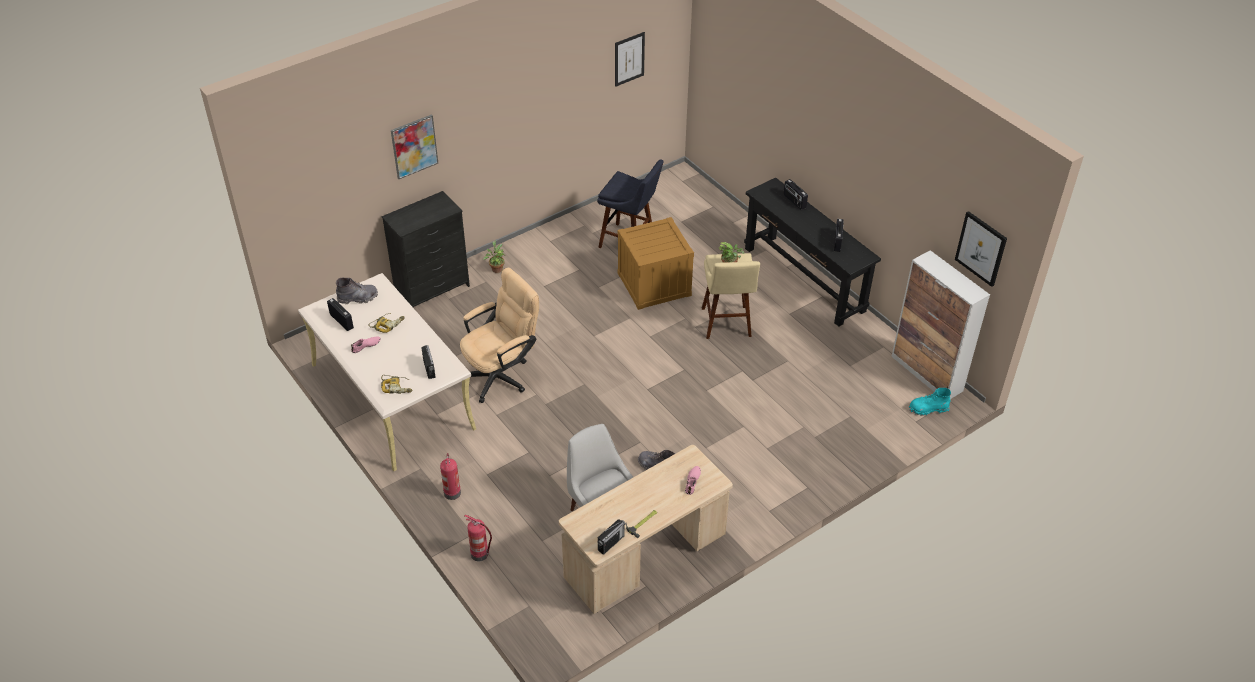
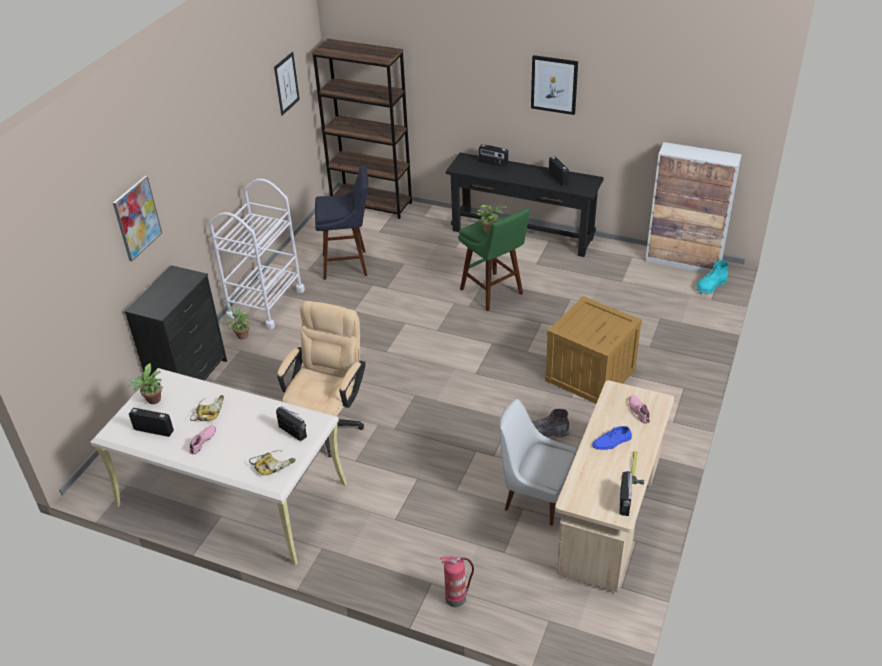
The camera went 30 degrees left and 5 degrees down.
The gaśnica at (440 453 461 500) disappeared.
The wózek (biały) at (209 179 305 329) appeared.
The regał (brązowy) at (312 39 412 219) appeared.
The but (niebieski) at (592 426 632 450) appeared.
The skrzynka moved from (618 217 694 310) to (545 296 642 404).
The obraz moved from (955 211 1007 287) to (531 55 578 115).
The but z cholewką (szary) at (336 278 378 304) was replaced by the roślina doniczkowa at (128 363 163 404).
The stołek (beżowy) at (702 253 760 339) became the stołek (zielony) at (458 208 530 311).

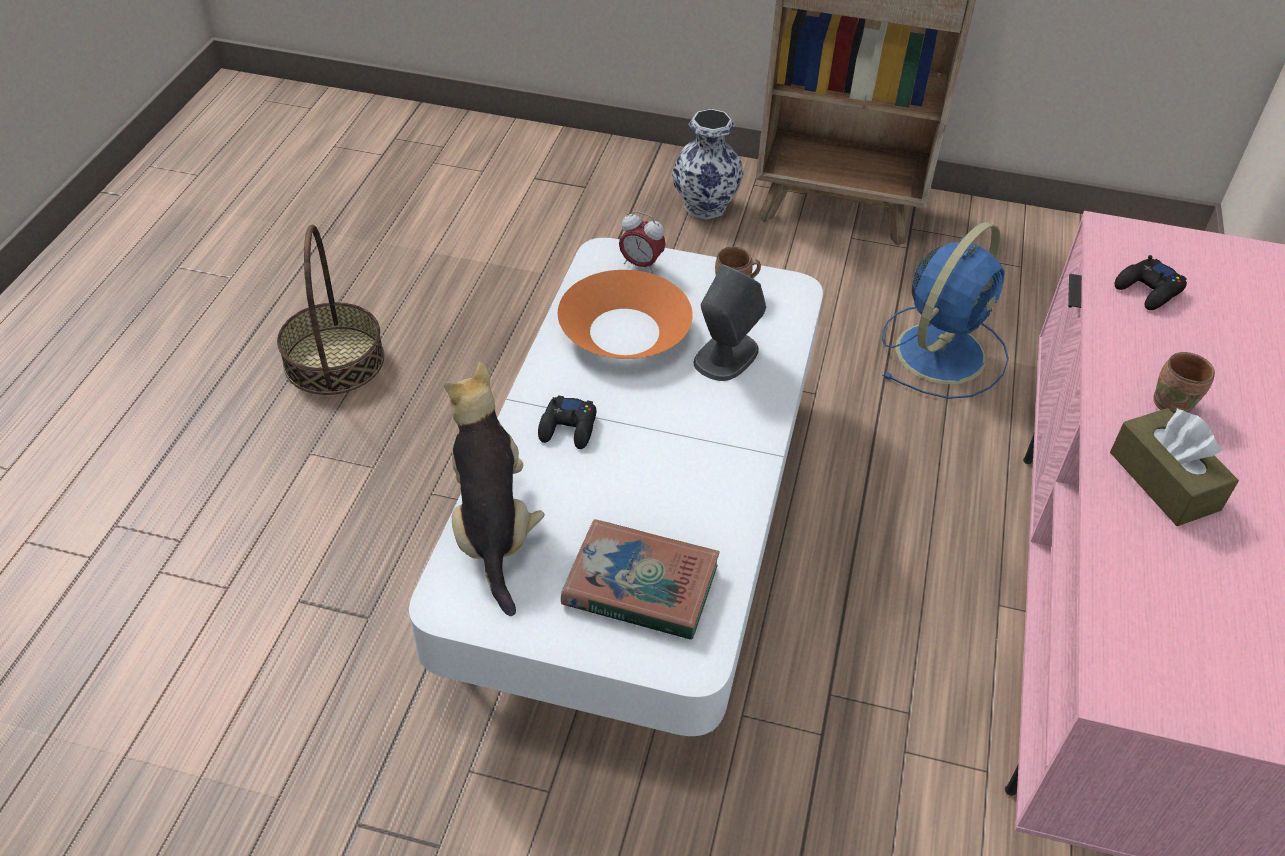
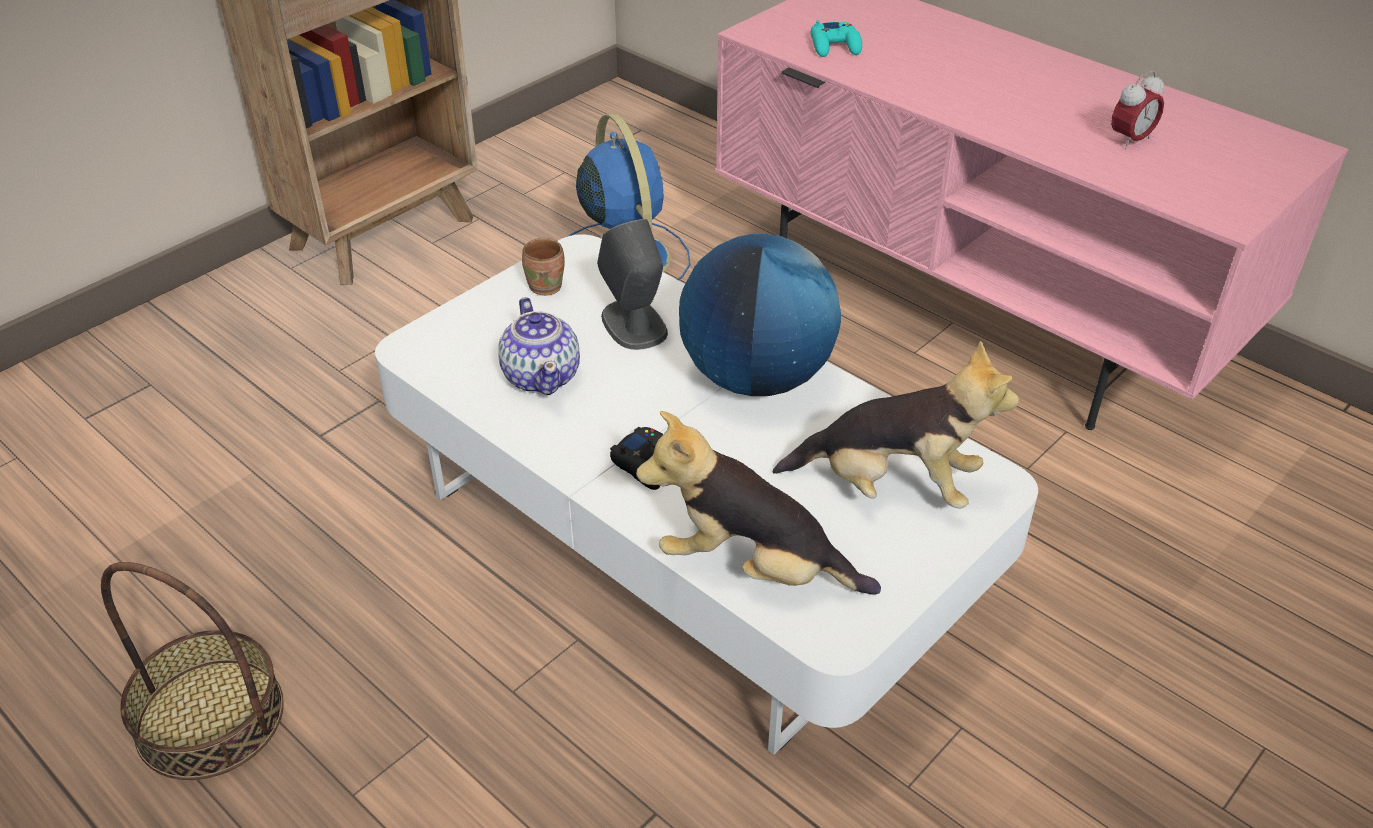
The camera went 60 degrees left and 5 degrees down.
The wazon at (672 109 744 220) disappeared.
The pudełko chusteczek (brązowy) at (1110 408 1239 526) disappeared.
The kubek (brązowy) at (1153 352 1215 414) disappeared.
The globus at (679 234 841 396) appeared.
The budzik moved from (619 211 666 273) to (1111 71 1164 150).
The miska (pomarańczowy) at (558 270 693 359) was replaced by the imbryk at (498 297 580 395).
The książka at (561 519 720 640) was replaced by the pluszak at (773 340 1019 509).
The pad do gier (czarny) at (1114 255 1187 310) became the pad do gier (turkusowy) at (811 20 862 57).

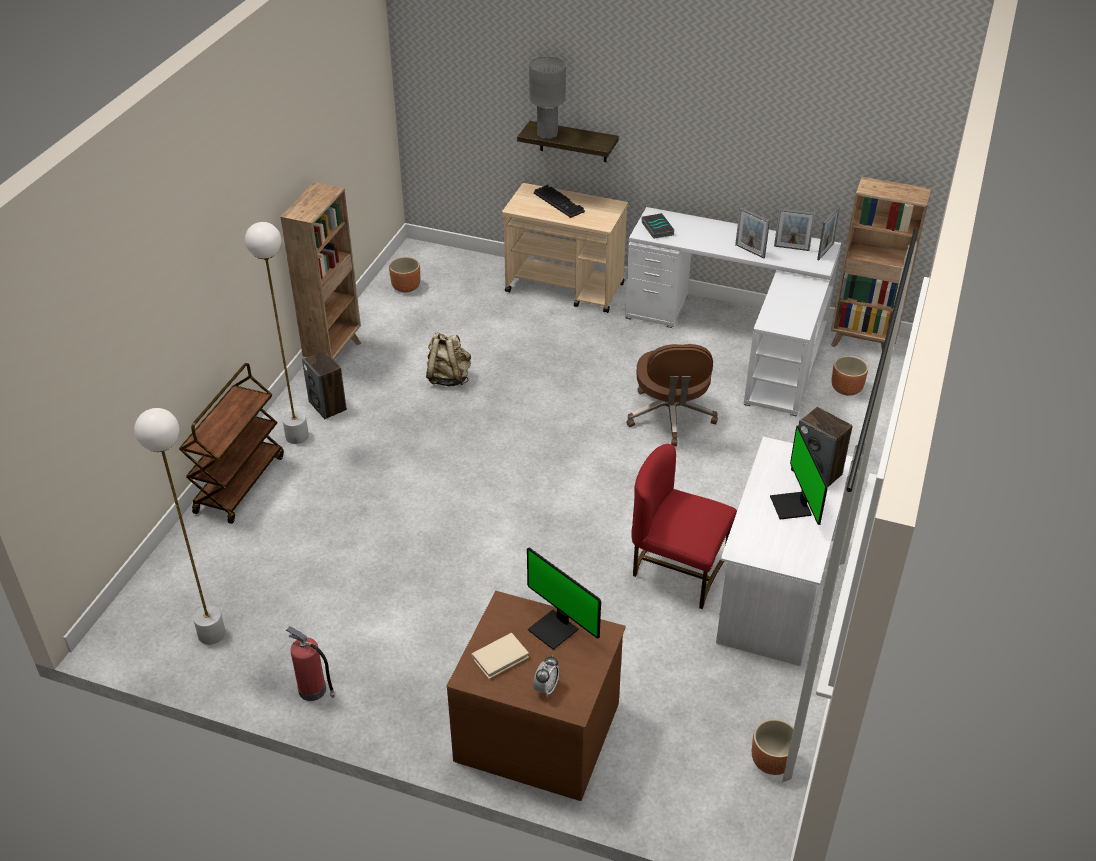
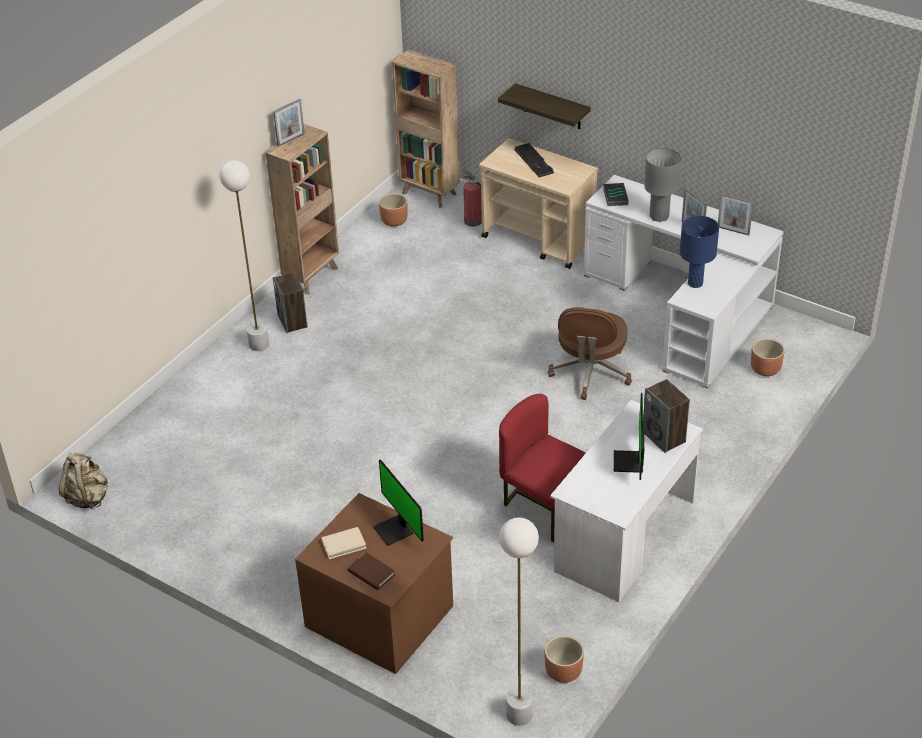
The camera went 15 degrees right and 0 degrees up.
The wózek (brązowy) at (179 363 284 524) disappeared.
The lampa stołowa (niebieski) at (680 216 719 288) appeared.
The lampa stojąca (biały) moved from (134 408 226 645) to (499 517 539 726).
The gaśnica moved from (286 626 335 701) to (462 170 482 227).
The plecak (beżowy) moved from (426 332 471 386) to (59 452 108 510).
The lampa stołowa (szary) moved from (529 56 566 139) to (644 148 681 222).
The ramka na zdjęcie moved from (817 207 840 260) to (273 99 305 147).
The regał (brązowy) moved from (831 177 931 350) to (392 50 460 208).
The budzik at (533 656 560 696) was replaced by the książka (brązowy) at (348 552 395 590).

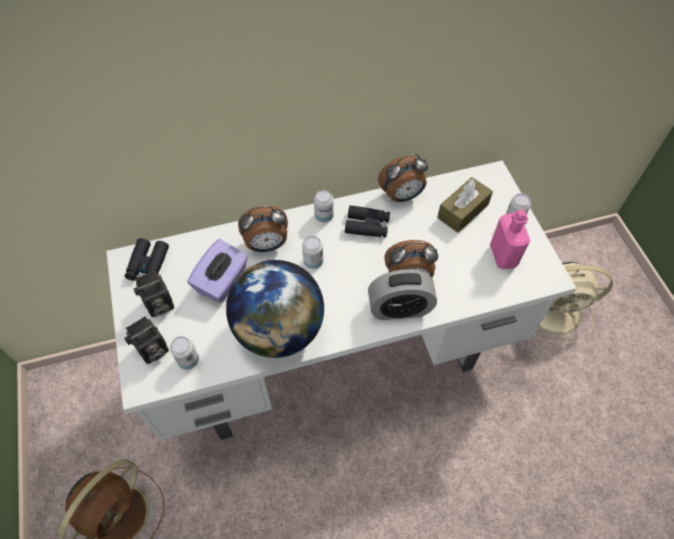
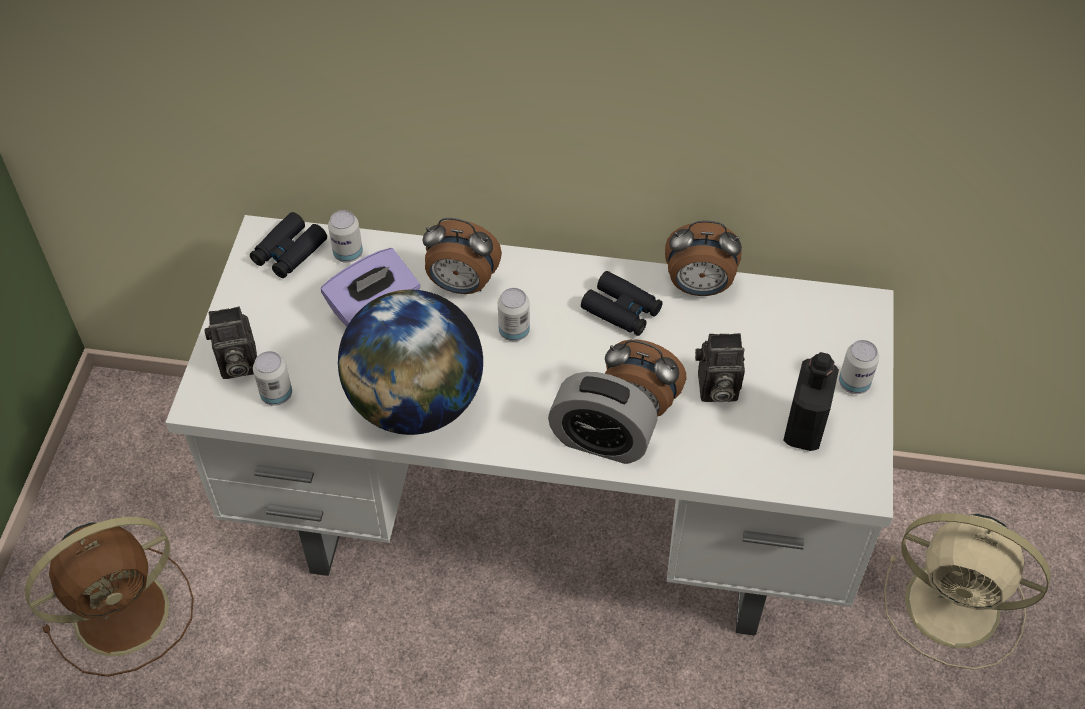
The camera went 25 degrees right and 5 degrees down.
The pudełko chusteczek (brązowy) at (437 177 493 233) disappeared.
The aparat fotograficzny moved from (134 271 174 317) to (695 333 745 402).
The puszka moved from (314 190 334 222) to (328 210 363 263).
The butelka (różowy) at (490 209 530 269) became the butelka (czarny) at (783 352 839 451).

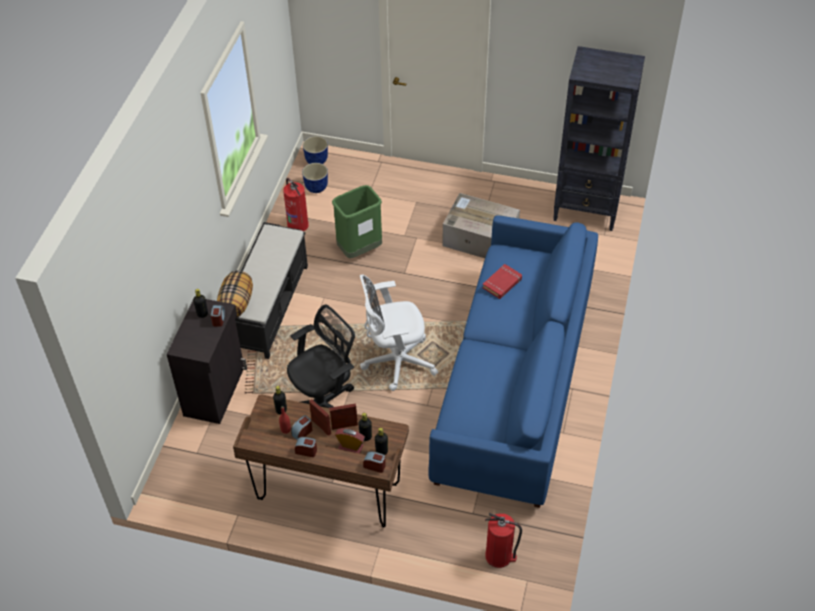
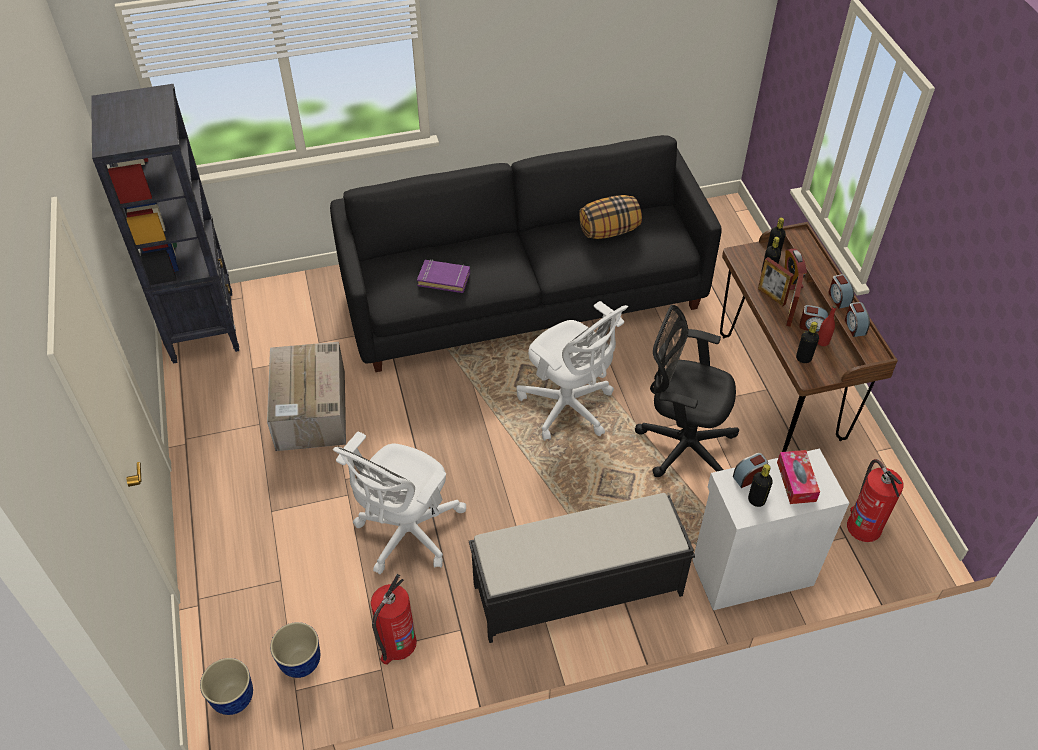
The camera went 120 degrees left and 0 degrees up.
The pudełko chusteczek at (777 450 820 504) appeared.
The poduszka moved from (217 271 253 318) to (579 195 642 239).
The budzik moved from (363 451 386 473) to (845 302 870 337).
The gaśnica moved from (485 513 522 568) to (847 459 904 542).
The kosz na śmieci (zielony) at (332 185 382 258) was replaced by the krzesło biurowe (biały) at (333 432 466 574).
The szafka (czarny) at (166 299 247 424) became the szafka (biały) at (693 449 849 610).
The kanapa (niebieski) at (428 215 598 508) became the kanapa (czarny) at (330 135 722 372).
The książka (czerwony) at (482 264 522 299) became the książka (fioletowy) at (417 260 470 293).

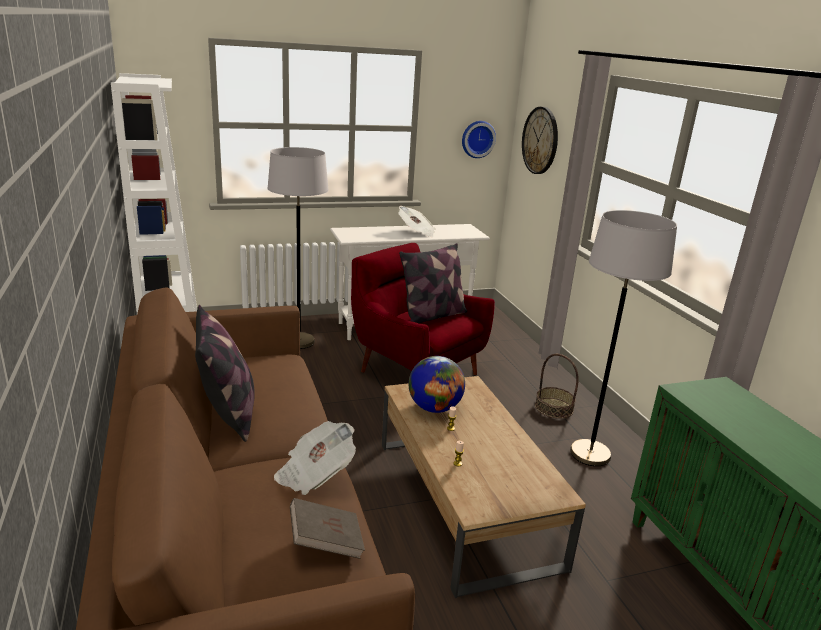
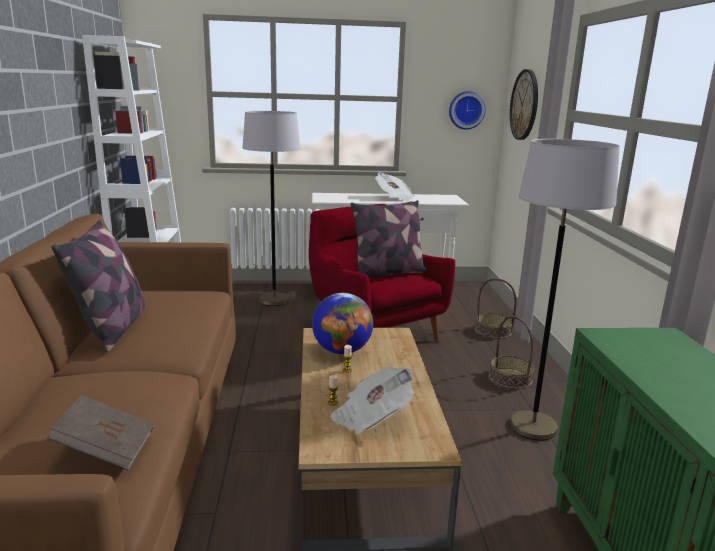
The camera went 15 degrees right and 5 degrees down.
The koszyk at (476 278 517 339) appeared.
The gazeta moved from (274 421 356 495) to (331 366 415 435).

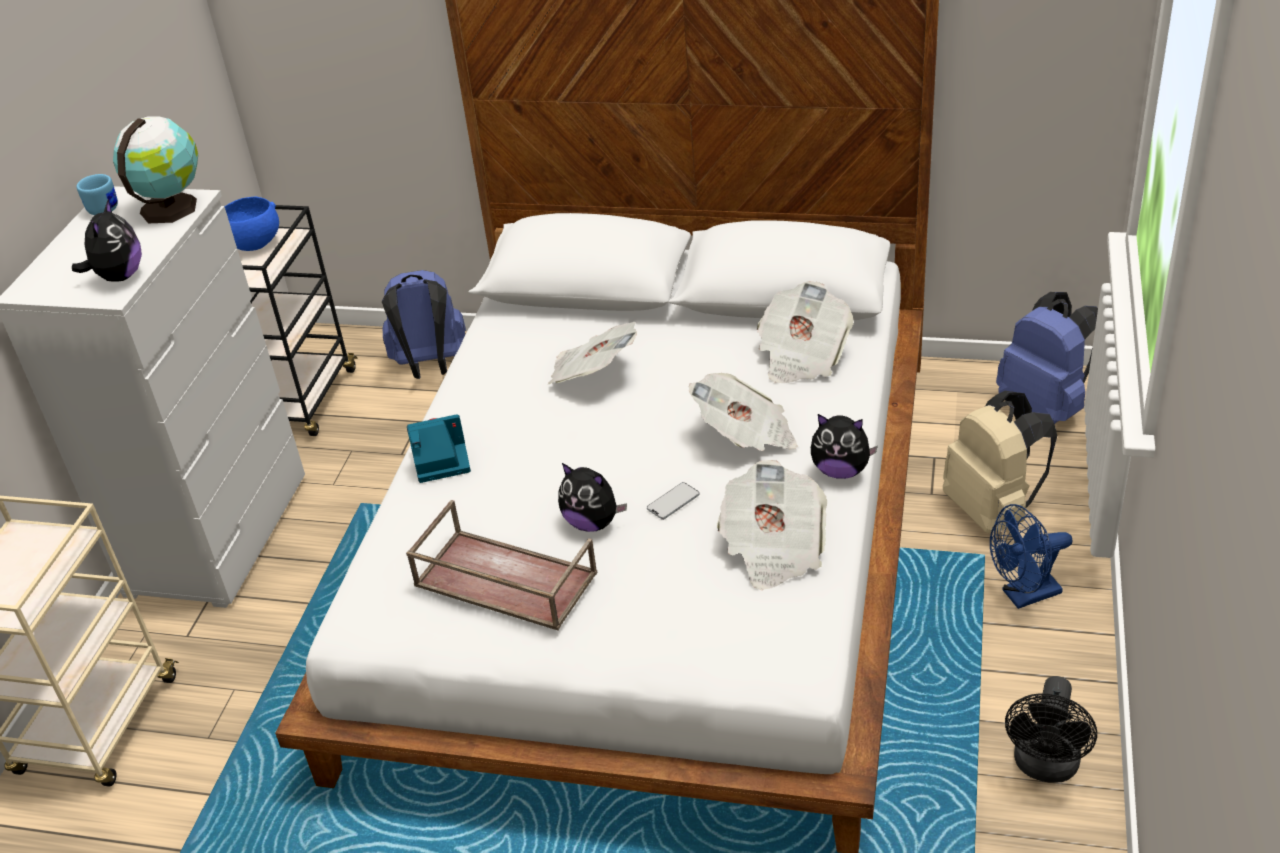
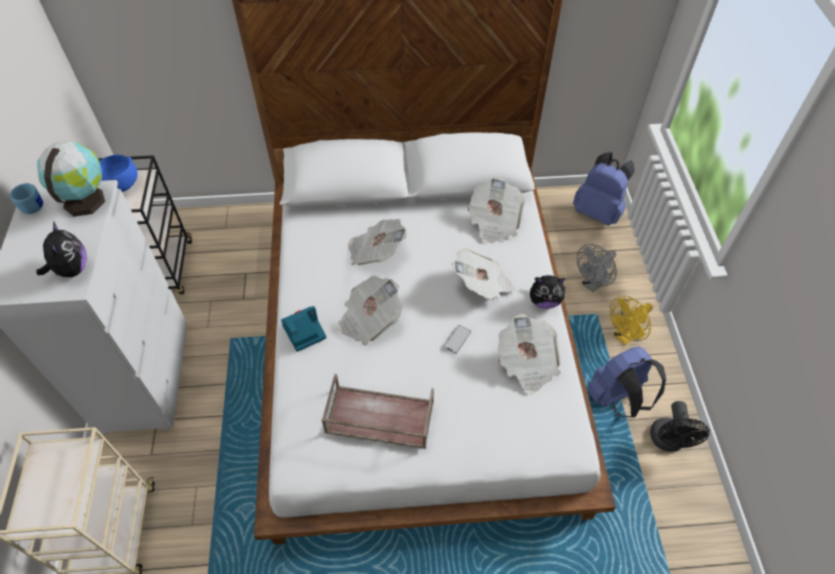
The camera went 20 degrees left and 15 degrees up.
The pluszak at (558 463 627 532) disappeared.
The gazeta at (336 275 402 346) appeared.
The plecak (niebieski) moved from (382 270 466 379) to (587 346 666 417).
The plecak (beżowy) at (943 391 1057 533) was replaced by the wentylator (szary) at (577 244 617 292).
The wentylator (niebieski) at (990 504 1072 609) became the wentylator (żółty) at (610 295 653 345).

